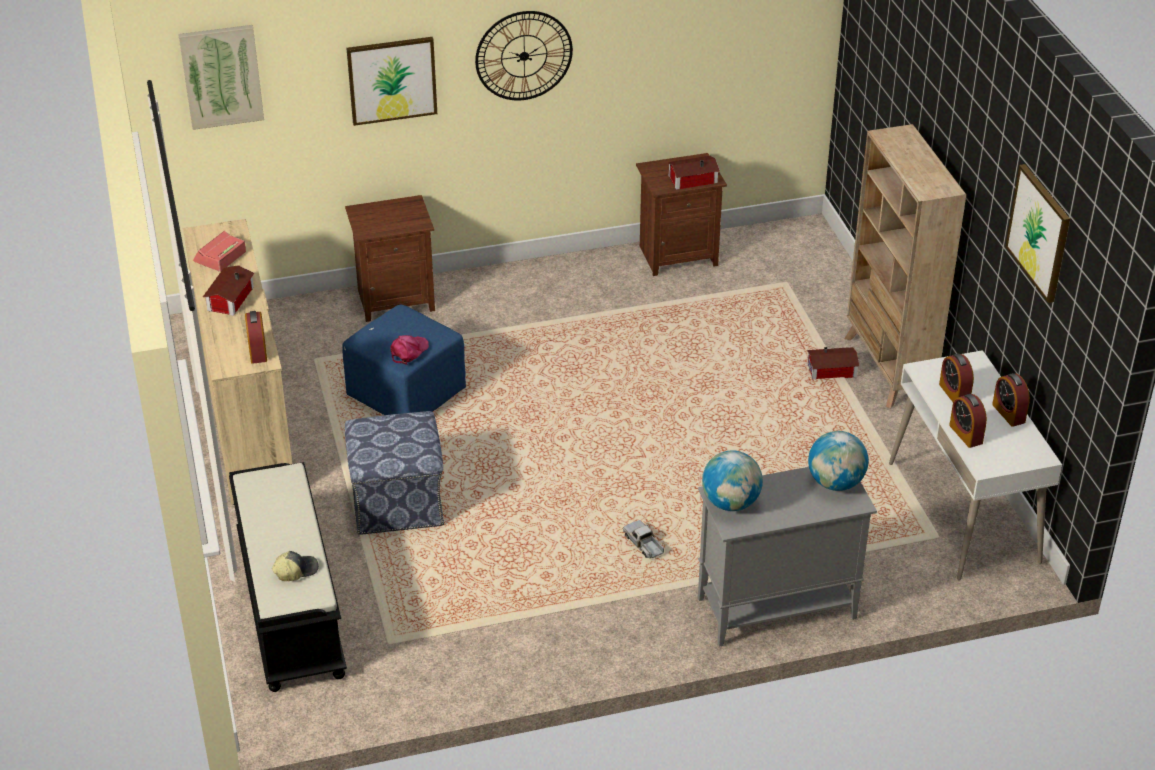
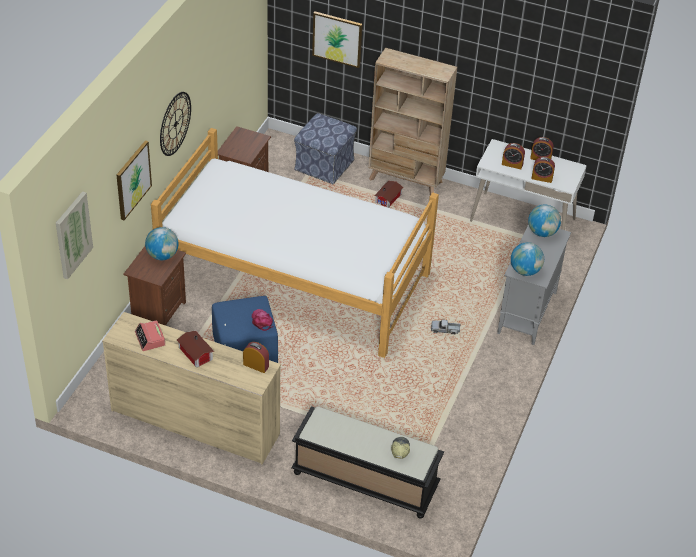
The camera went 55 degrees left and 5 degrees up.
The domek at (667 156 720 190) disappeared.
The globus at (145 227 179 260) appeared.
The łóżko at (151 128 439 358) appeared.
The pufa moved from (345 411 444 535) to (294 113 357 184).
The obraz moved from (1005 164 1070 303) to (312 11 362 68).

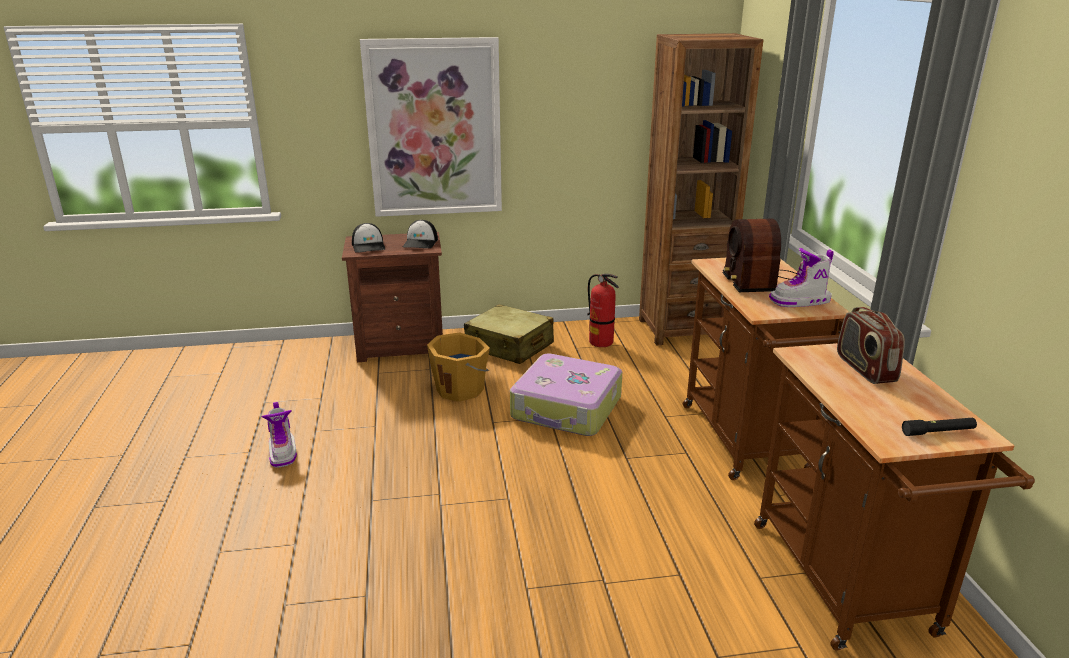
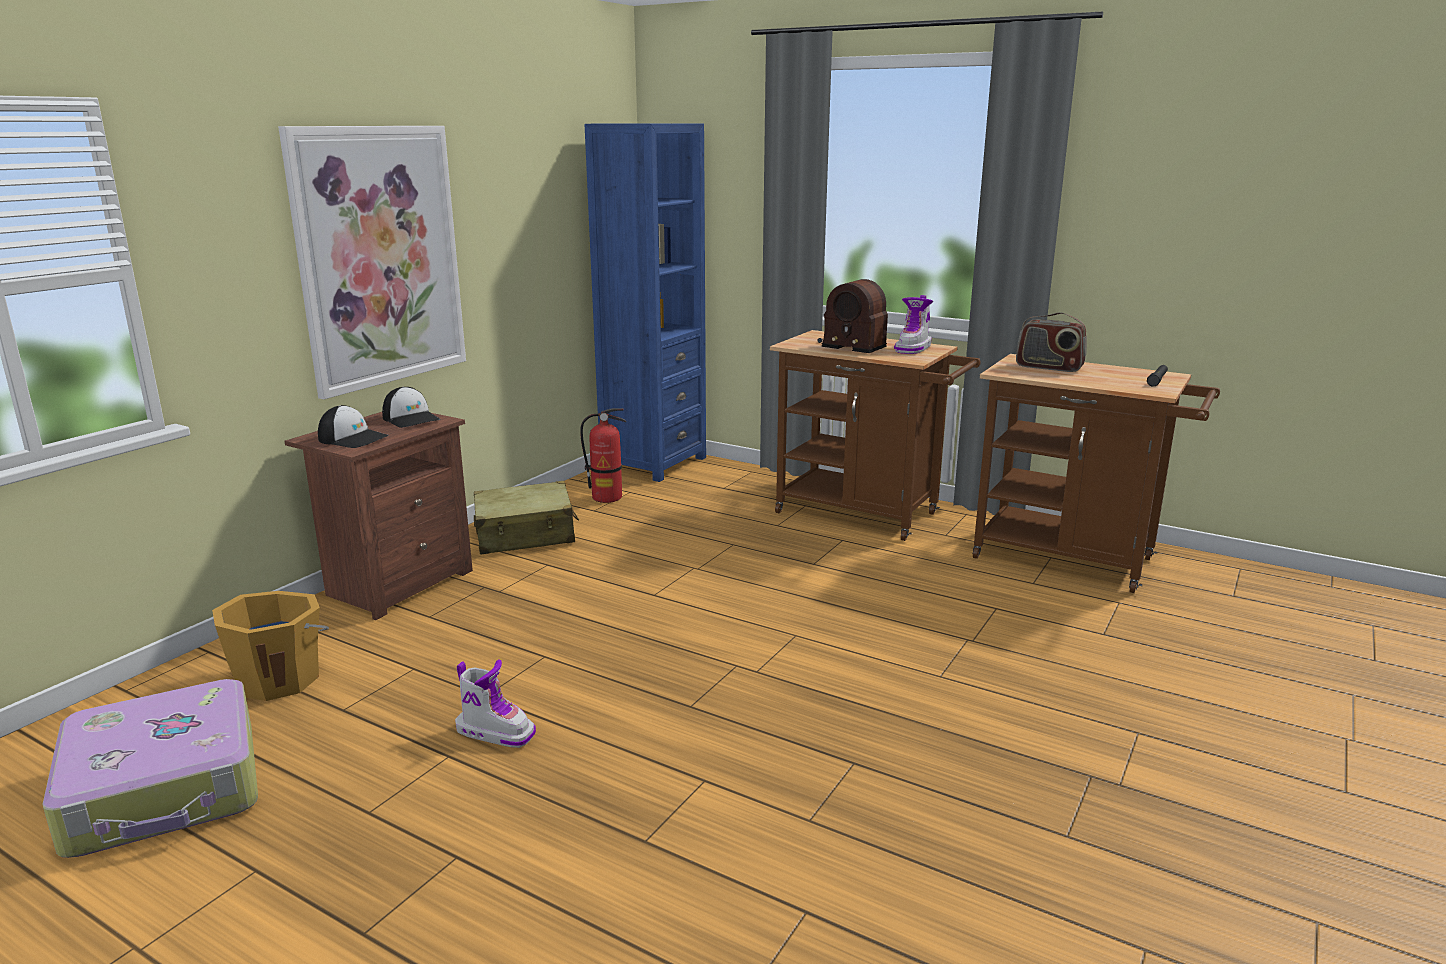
The camera went 50 degrees left and 5 degrees down.
The wiadro (pomarańczowy) moved from (427 332 490 402) to (212 591 329 701).
The walizka moved from (510 353 623 436) to (42 679 258 858).
The regał (brązowy) at (639 33 763 346) became the regał (niebieski) at (584 124 706 482).

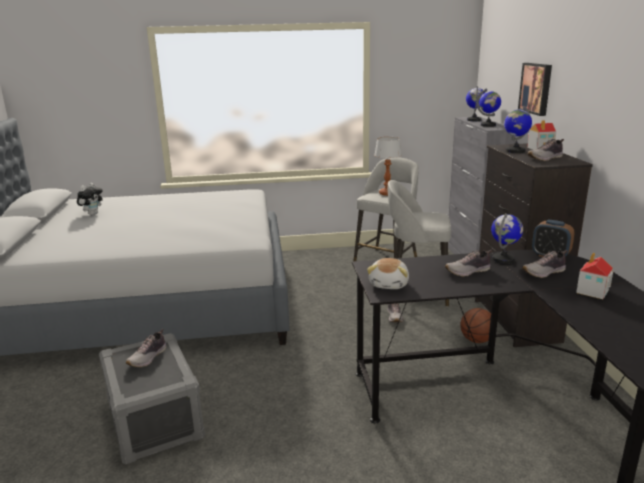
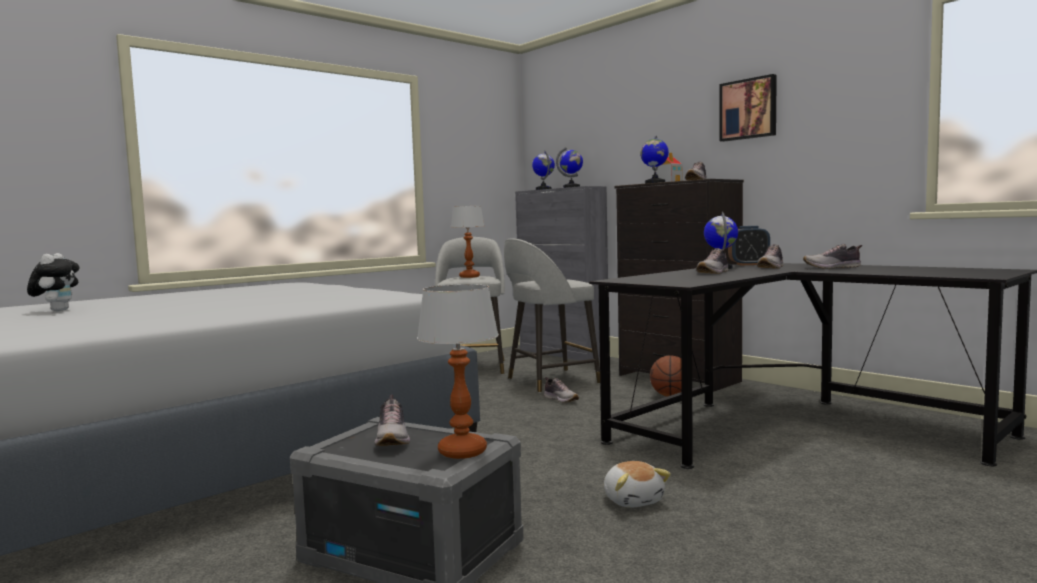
The camera went 35 degrees left and 15 degrees down.
The lampa stołowa at (417 284 499 459) appeared.
The pluszak moved from (367 258 409 289) to (604 461 671 508).
The obraz moved from (518 63 552 116) to (720 74 777 142).
The domek at (576 252 613 299) was replaced by the but at (803 244 862 269).

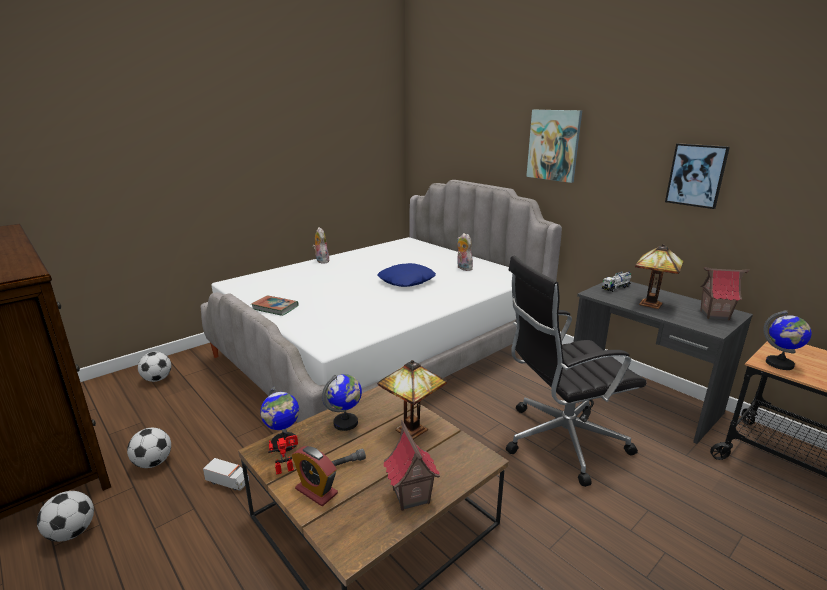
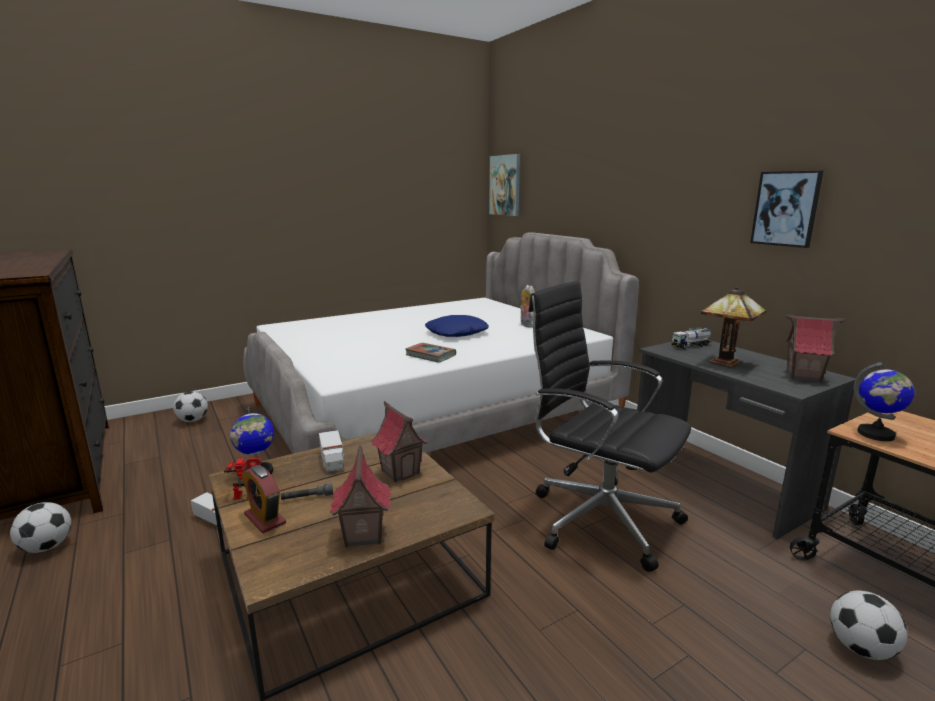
The camera went 10 degrees right and 5 degrees down.
The pluszak at (313 227 330 264) disappeared.
The piłka futbolowa moved from (127 428 171 468) to (830 591 907 660).
The książka moved from (251 296 299 316) to (405 343 456 363).
The obraz moved from (526 110 582 183) to (489 154 520 216).
The globus at (322 374 362 431) was replaced by the ciężarówka zabawkowa at (319 430 345 472).
The lampa stołowa at (377 360 447 440) was replaced by the domek at (371 401 427 483).
The krzesło biurowe (czarny) at (506 255 647 487) turned 45 degrees clockwise.

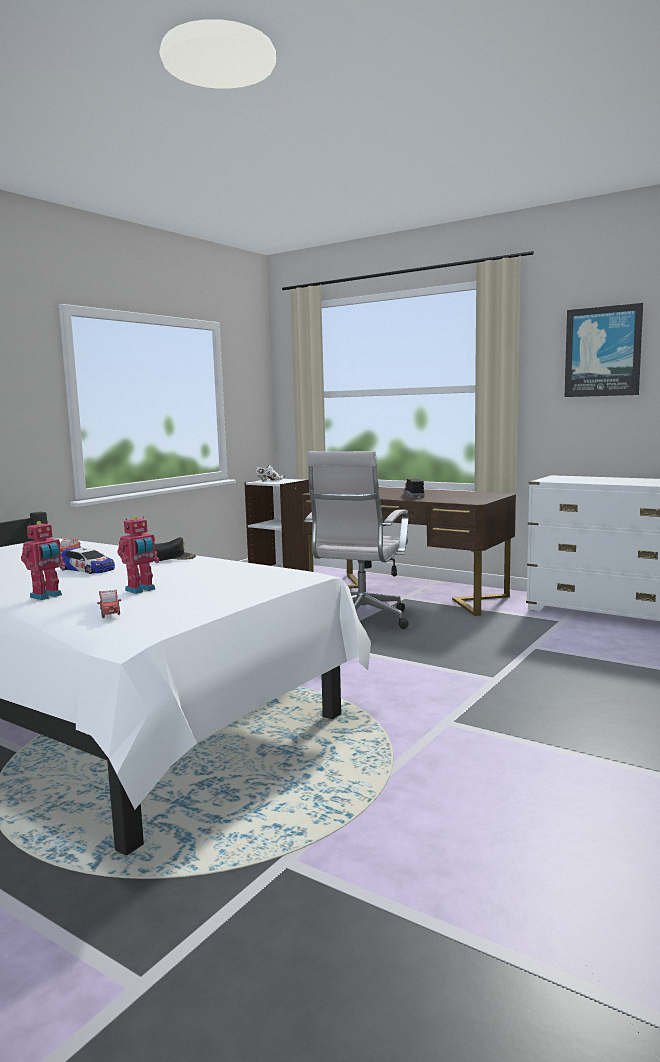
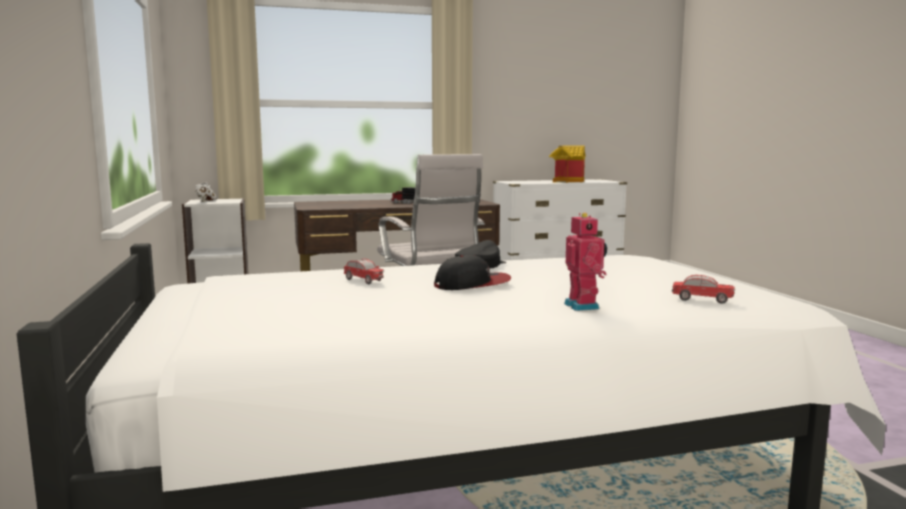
The camera went 50 degrees left and 0 degrees up.
The robot zabawkowy at (117 516 160 594) disappeared.
The obraz at (565 303 643 397) disappeared.
The domek at (549 146 585 183) appeared.
The samochodzik at (59 548 115 574) was replaced by the czapka z daszkiem at (434 255 512 290).

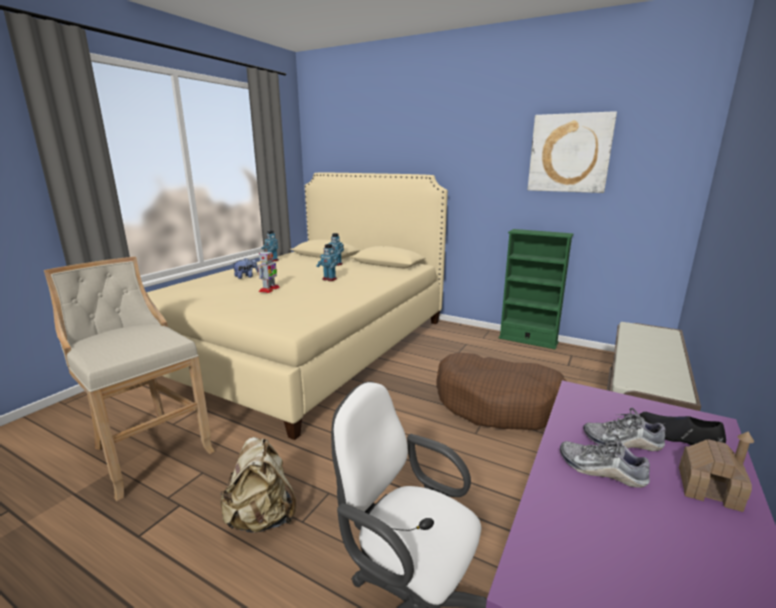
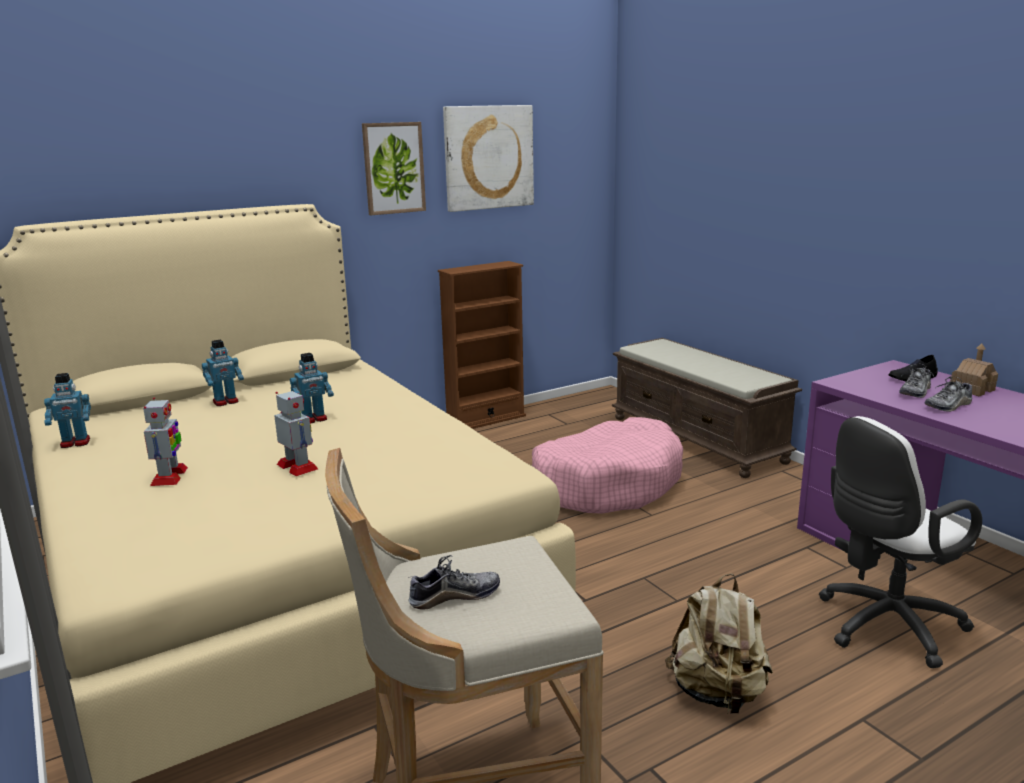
The camera went 60 degrees left and 0 degrees up.
The obraz at (362 122 426 215) appeared.
The but at (408 555 500 610) appeared.
The pluszak at (232 258 259 279) was replaced by the robot zabawkowy at (143 398 188 486).
The legowisko (brązowy) at (437 353 568 430) became the legowisko (różowy) at (532 417 683 514).
The regał (zielony) at (499 229 573 349) became the regał (brązowy) at (438 261 526 429).

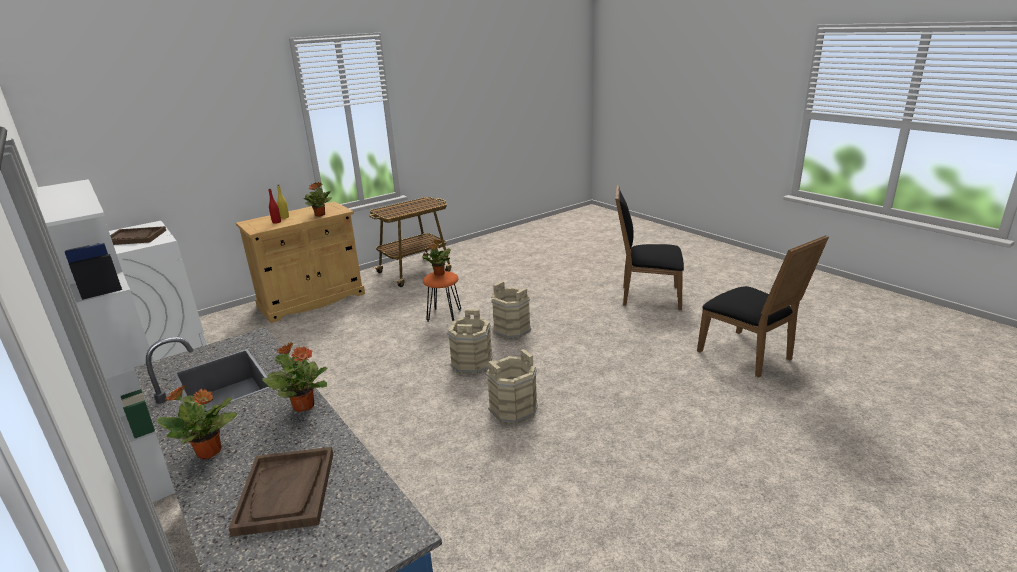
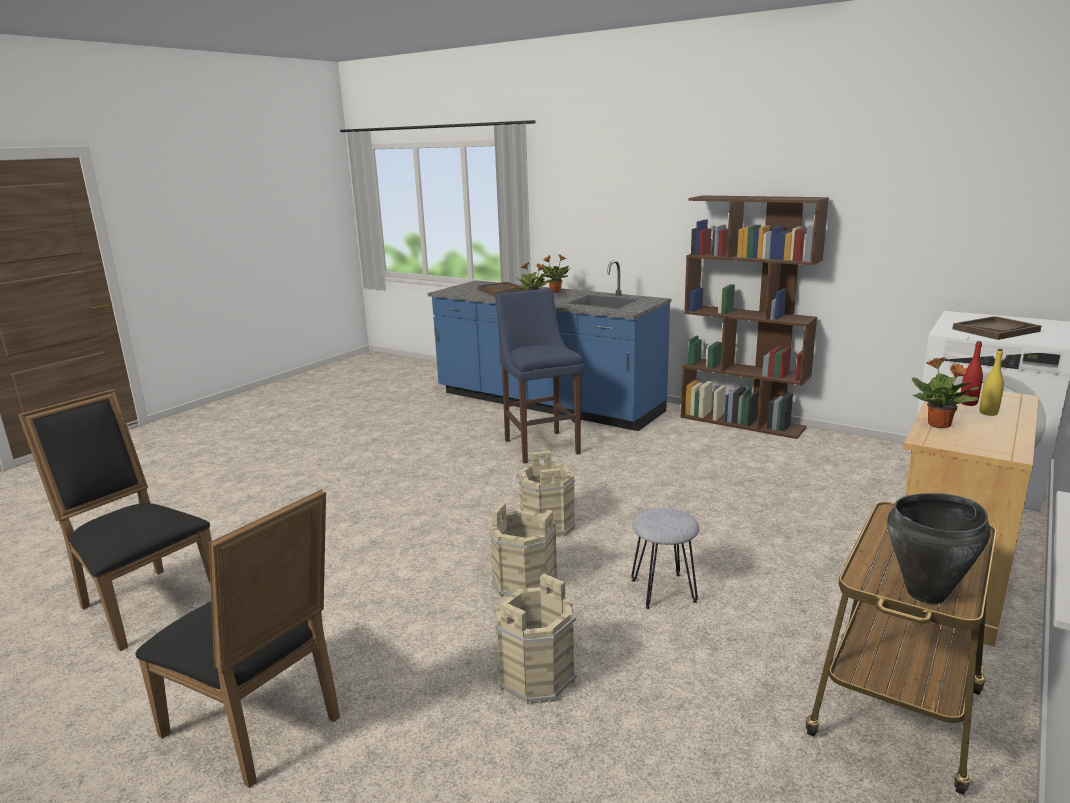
The camera went 160 degrees right and 5 degrees down.
The roślina doniczkowa at (422 240 451 276) disappeared.
The stołek (niebieski) at (495 288 583 464) appeared.
The garnek (czarny) at (887 493 990 604) appeared.
The wiadro (beżowy) moved from (486 349 538 425) to (494 574 577 705).
The regał (biały) at (37 179 175 502) became the regał (brązowy) at (680 196 829 439).
The stołek (pomarańczowy) at (423 271 461 323) became the stołek (szary) at (631 508 699 609).
The krzesło (czarny) at (615 185 684 310) turned 45 degrees clockwise.

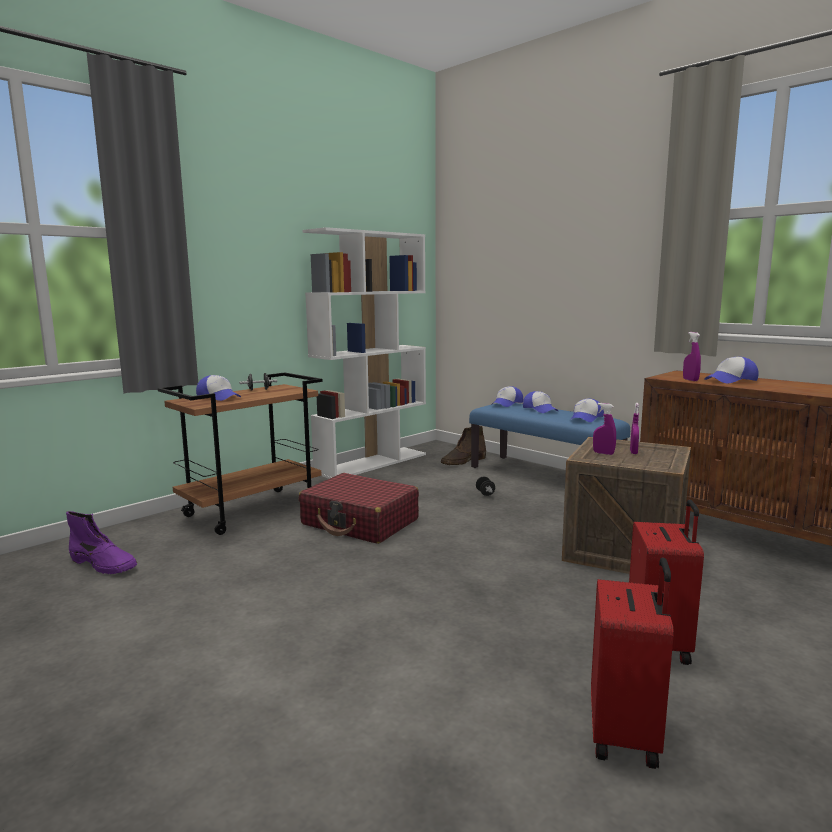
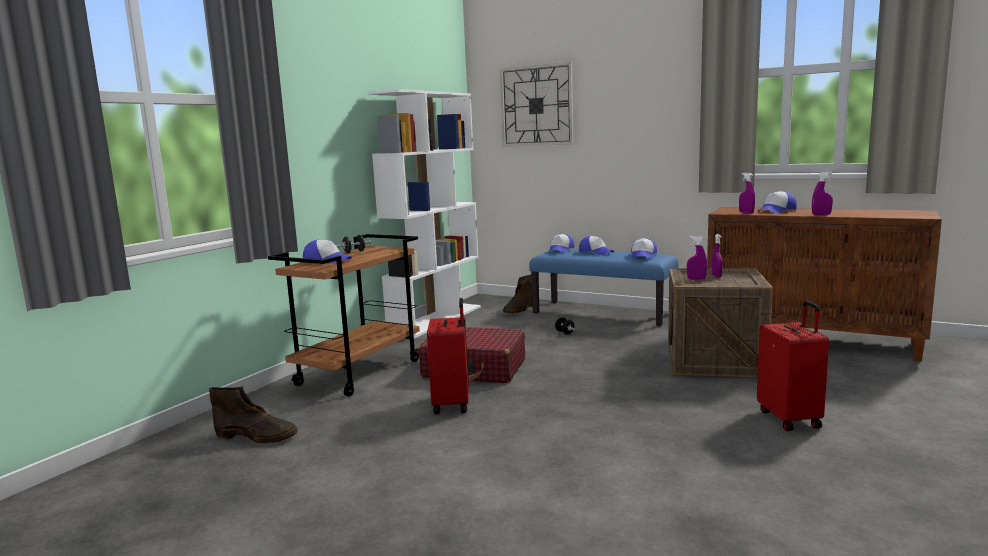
The camera went 15 degrees left and 0 degrees up.
The zegar ścienny at (500 62 574 147) appeared.
The spryskiwacz (fioletowy) at (812 172 833 215) appeared.
The walizka (czerwony) moved from (591 557 674 769) to (427 298 469 414).
The but z cholewką (fioletowy) at (66 511 137 574) became the but z cholewką (brązowy) at (209 386 298 443).

